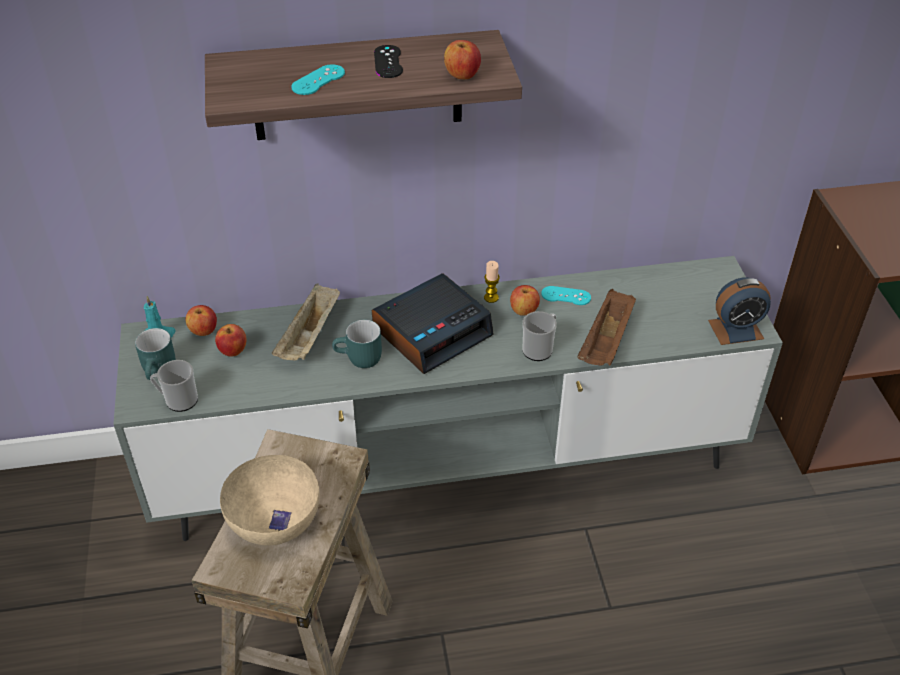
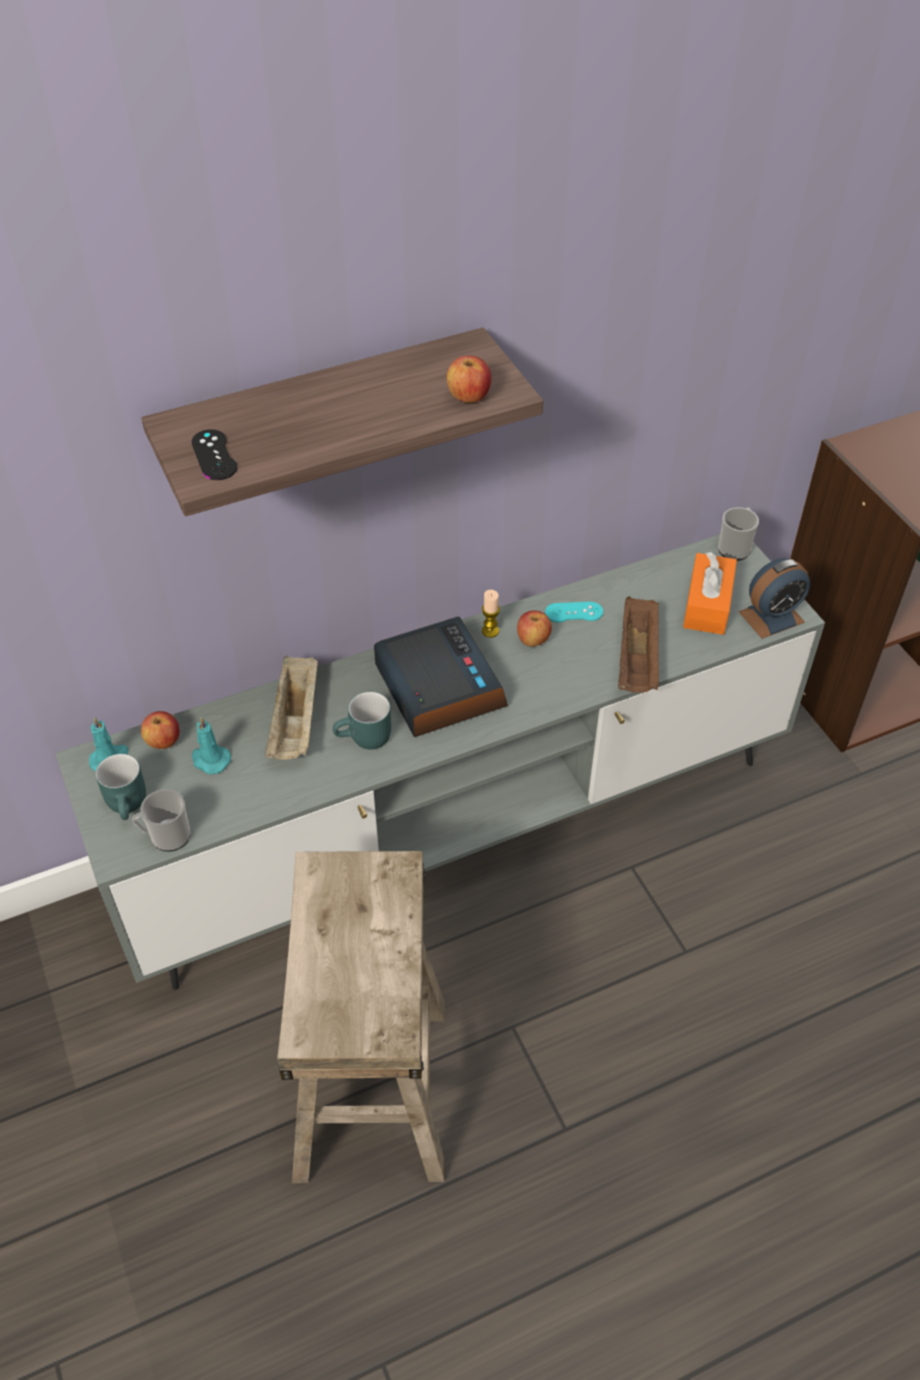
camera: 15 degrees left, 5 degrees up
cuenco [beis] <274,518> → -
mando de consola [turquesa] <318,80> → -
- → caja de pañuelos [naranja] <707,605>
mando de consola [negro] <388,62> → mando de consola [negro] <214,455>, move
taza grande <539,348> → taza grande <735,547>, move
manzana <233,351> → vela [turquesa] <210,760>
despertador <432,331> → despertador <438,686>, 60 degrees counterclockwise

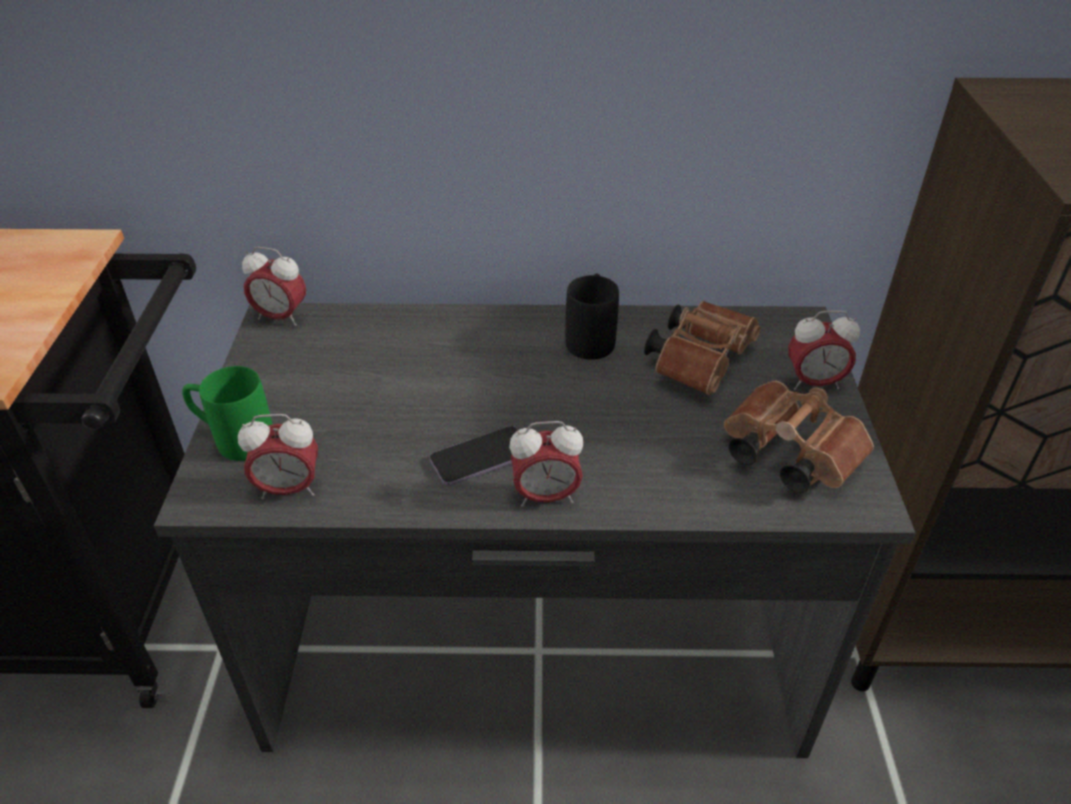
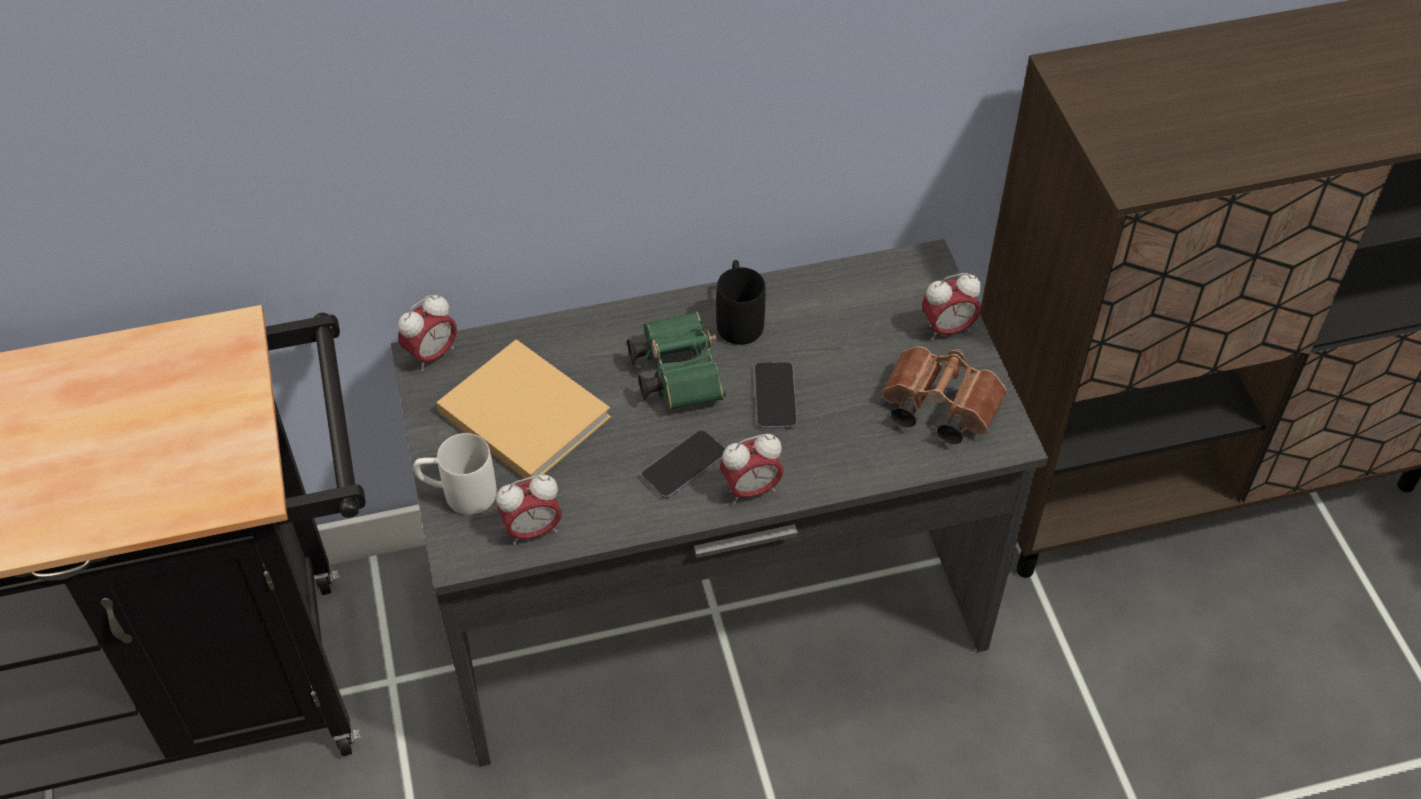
camera: 15 degrees left, 10 degrees up
prismáticos [marrón] <701,360> → -
- → libro [beis] <521,412>
- → prismáticos [verde] <676,372>
- → móvil <775,397>
taza grande [verde] <234,439> → taza grande [blanco] <458,494>
despertador <281,317> → despertador <432,355>, 45 degrees counterclockwise

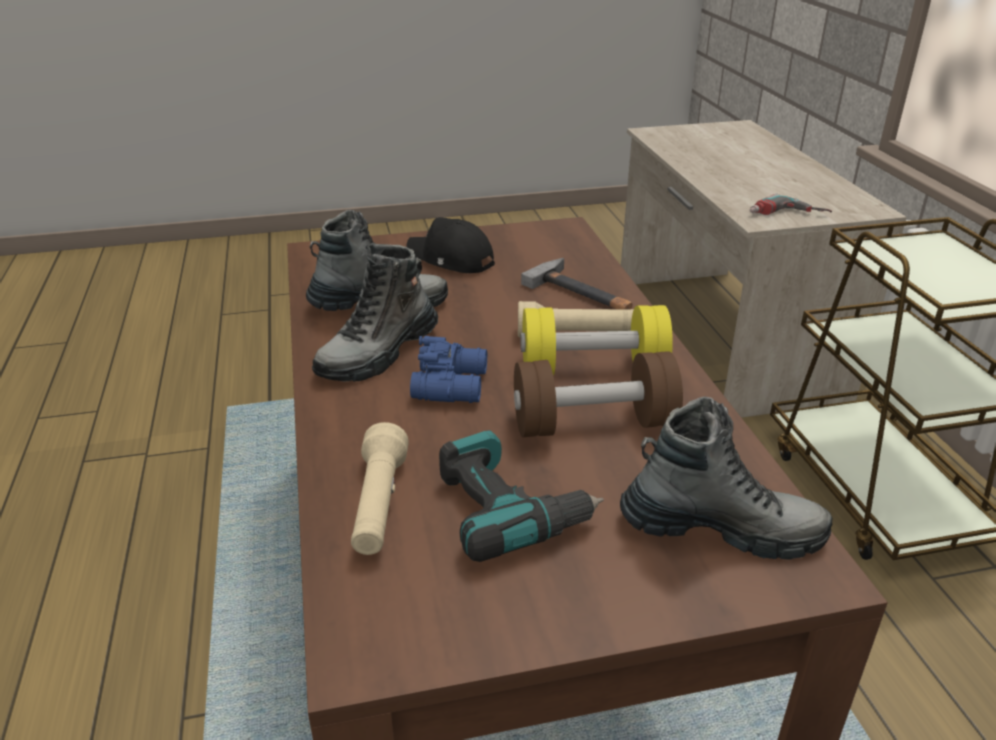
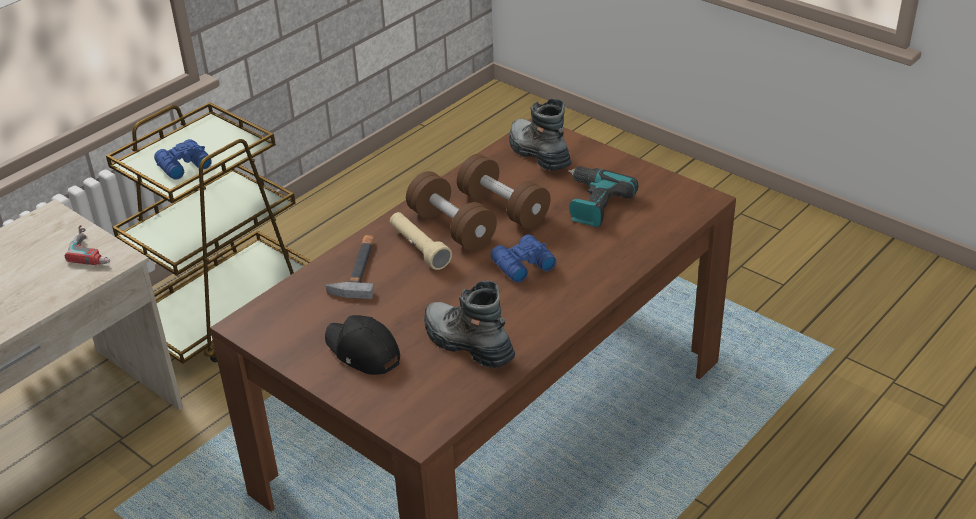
camera: 125 degrees left, 5 degrees up
bota <378,353> → -
linterna [beis] <379,505> → -
- → prismáticos [azul] <182,166>
mancuerna [amarillo] <592,369> → mancuerna [marrón] <451,228>
gorra [negro] <450,259> → gorra [negro] <362,352>, 135 degrees clockwise

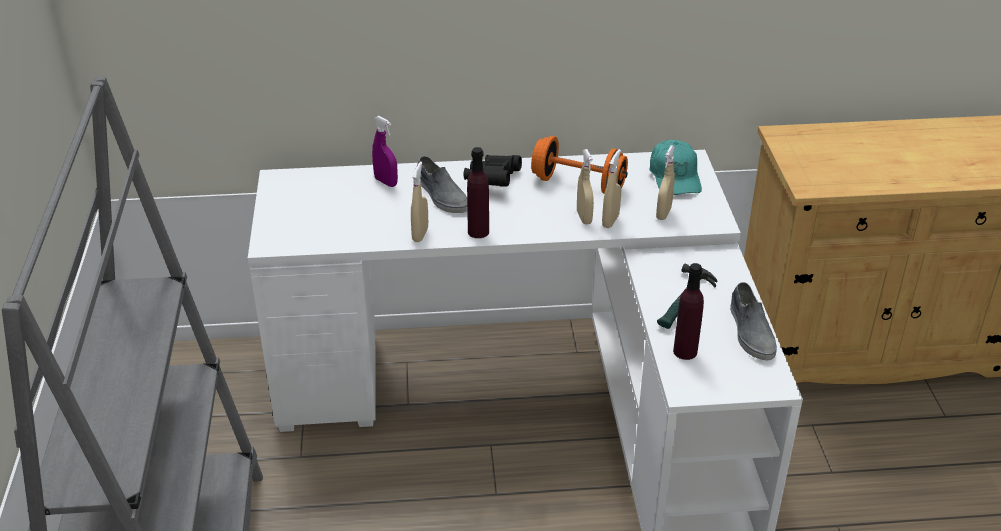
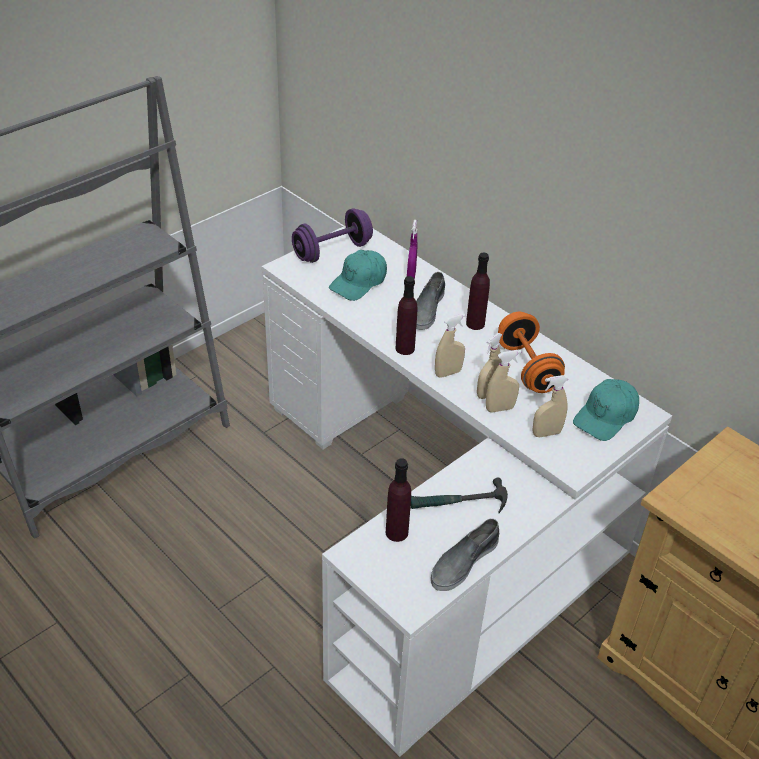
camera: 50 degrees right, 5 degrees up
- → mancuerna [morado] <332,251>
- → gorra [turquesa] <359,282>
pulverizador [beis] <420,234> → pulverizador [beis] <448,373>, move
prismáticos [negro] <492,181> → botella [morado] <475,324>

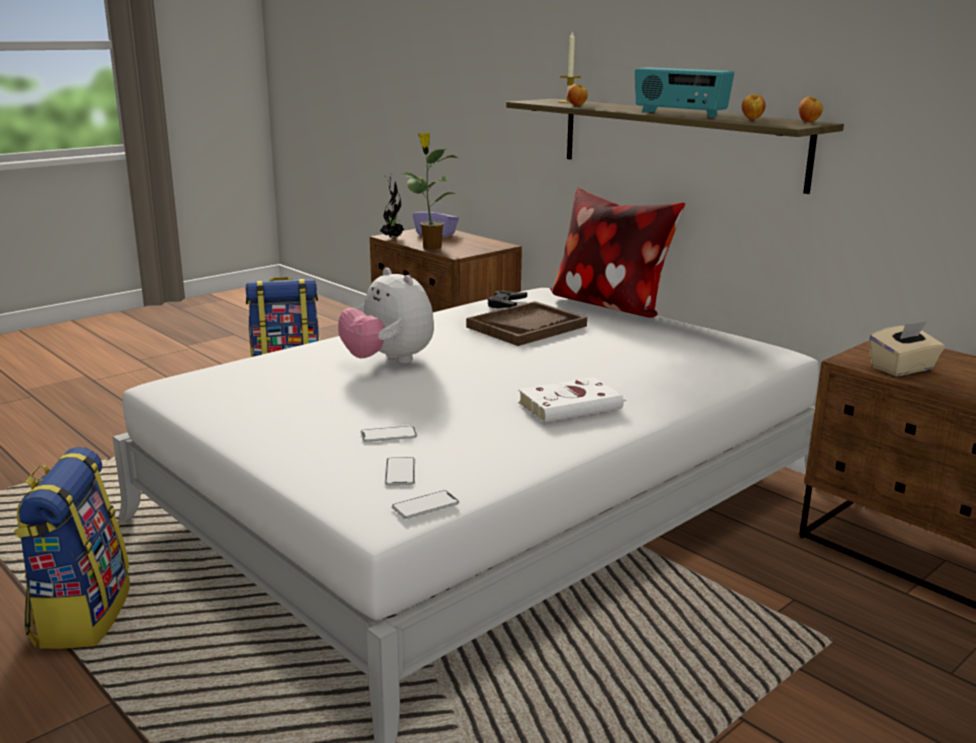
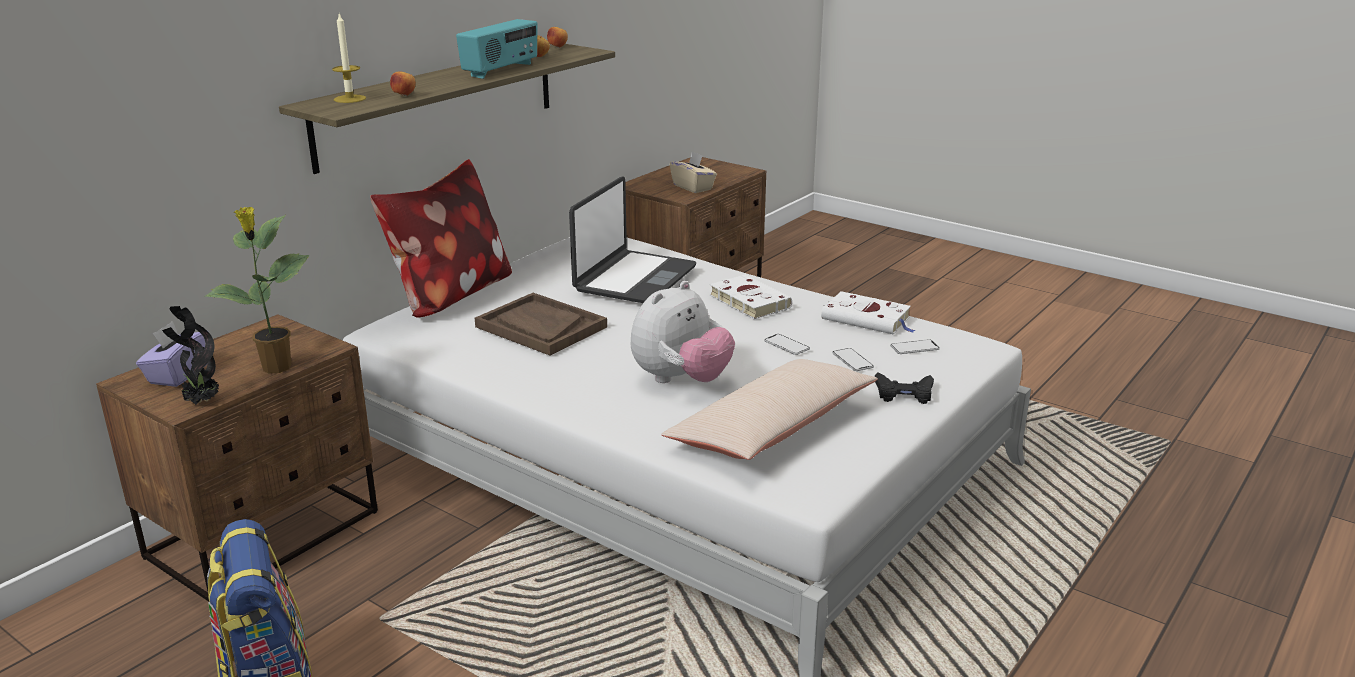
camera: 100 degrees left, 5 degrees up
mochila <81,615> → -
- → portátil <634,279>
- → cojín [beis] <772,428>
- → libro [blanco] <868,319>
móvil <425,506> → móvil <786,345>, move
mando de consola [negro] <506,304> → mando de consola [negro] <904,393>, move

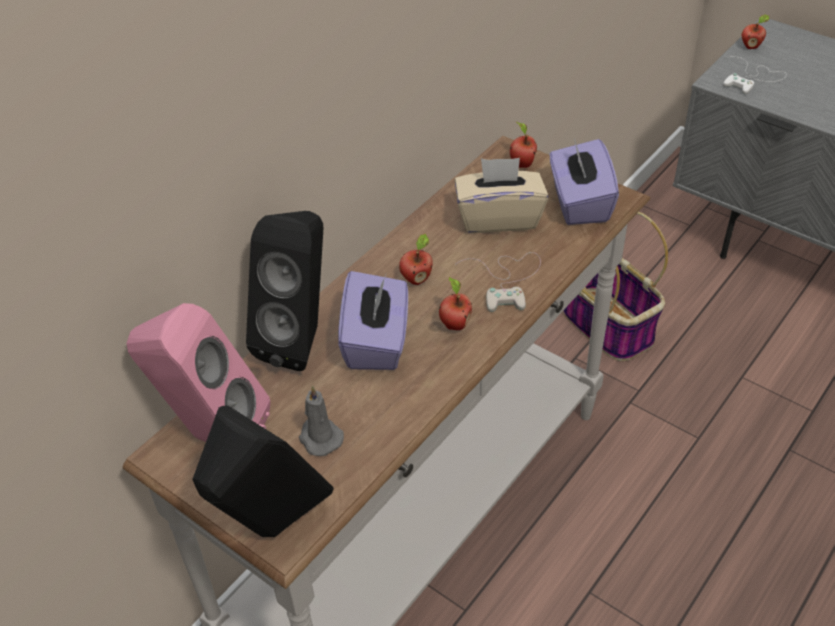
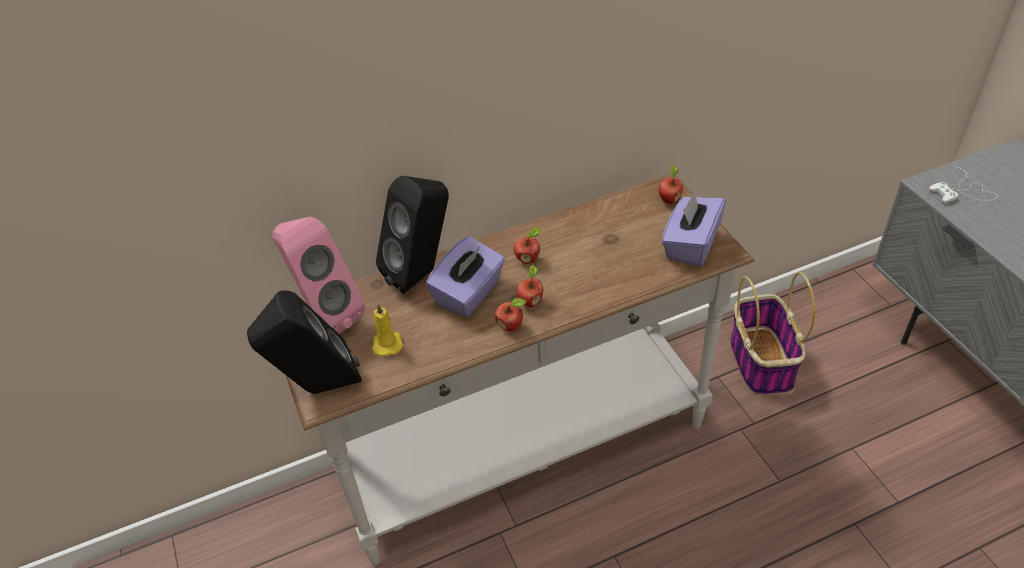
camera: 30 degrees right, 0 degrees up
caja de pañuelos [beis] <499,218> → -
mando de consola [blanco] <507,280> → -
manzana <751,46> → manzana <511,326>, move
vela [gris] <319,437> → vela [amarillo] <387,343>

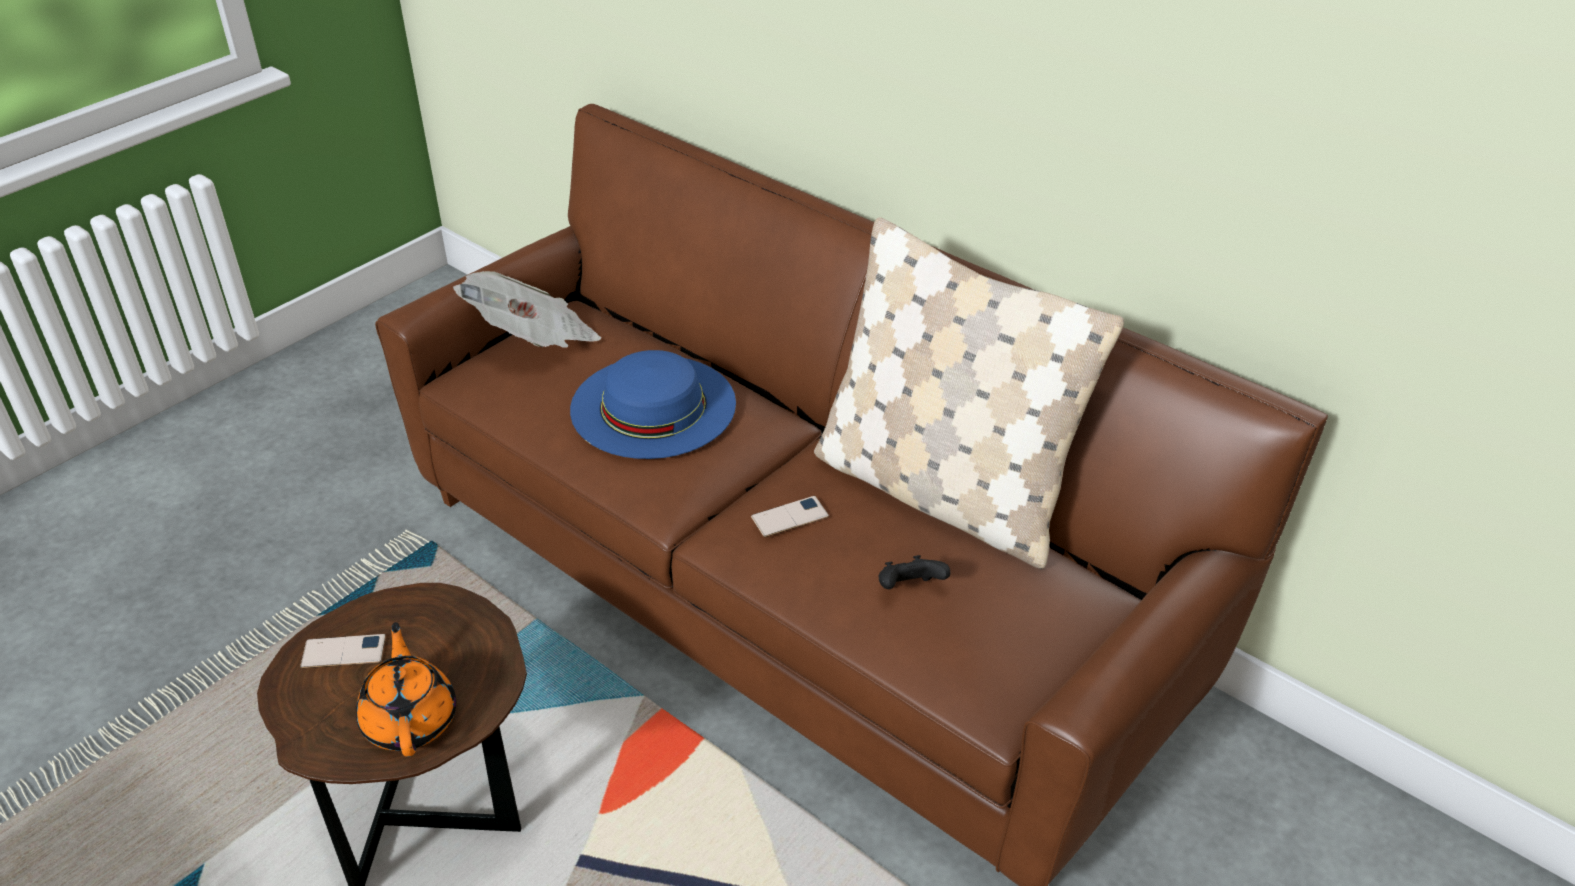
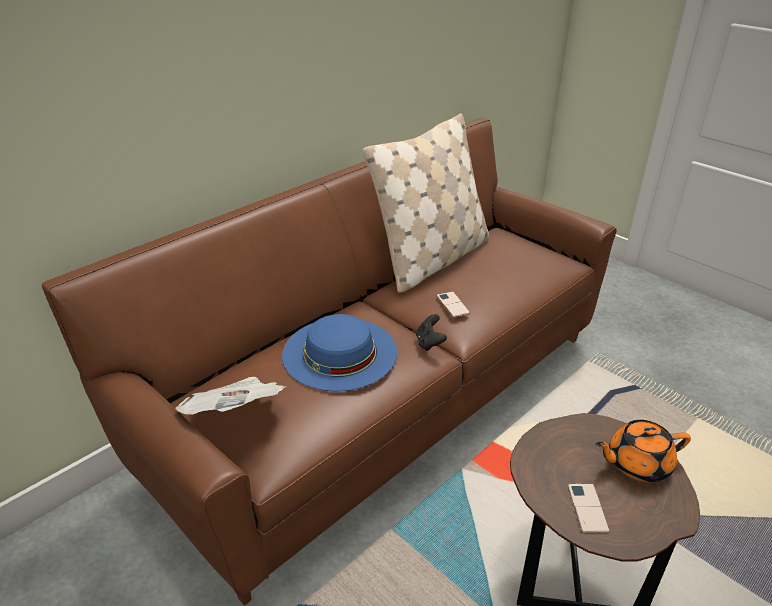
camera: 85 degrees left, 5 degrees down
mando de consola [negro] <909,589> → mando de consola [negro] <429,343>, move

